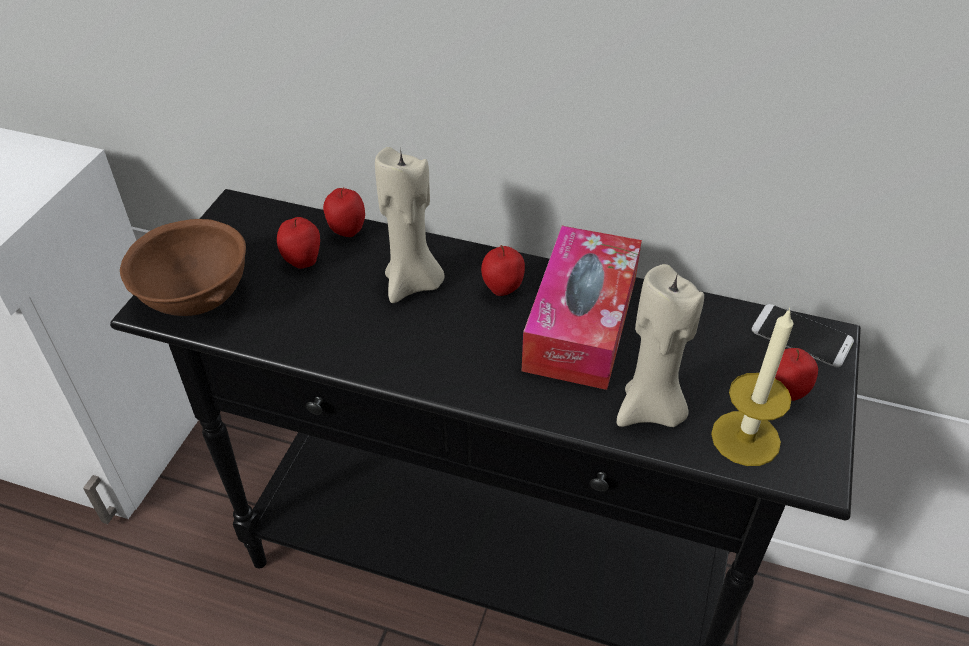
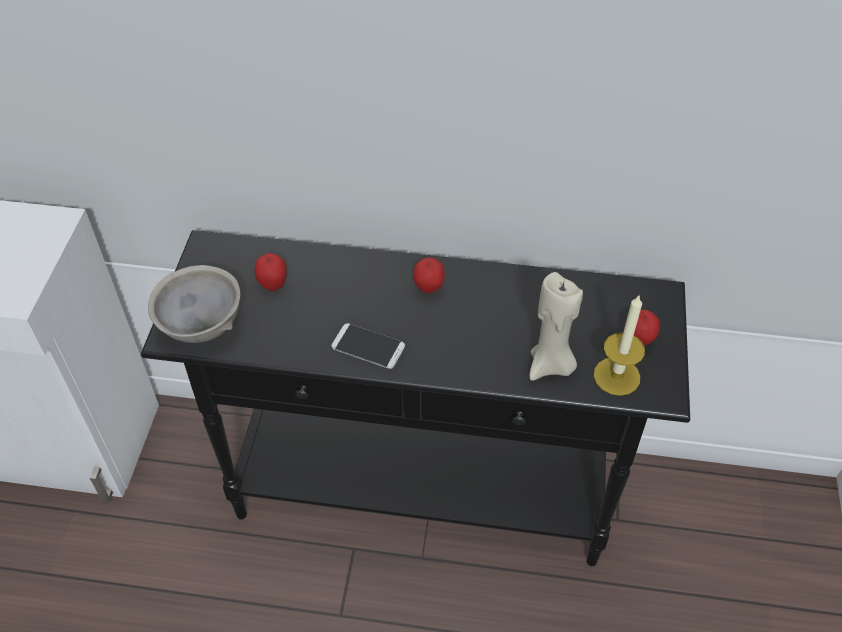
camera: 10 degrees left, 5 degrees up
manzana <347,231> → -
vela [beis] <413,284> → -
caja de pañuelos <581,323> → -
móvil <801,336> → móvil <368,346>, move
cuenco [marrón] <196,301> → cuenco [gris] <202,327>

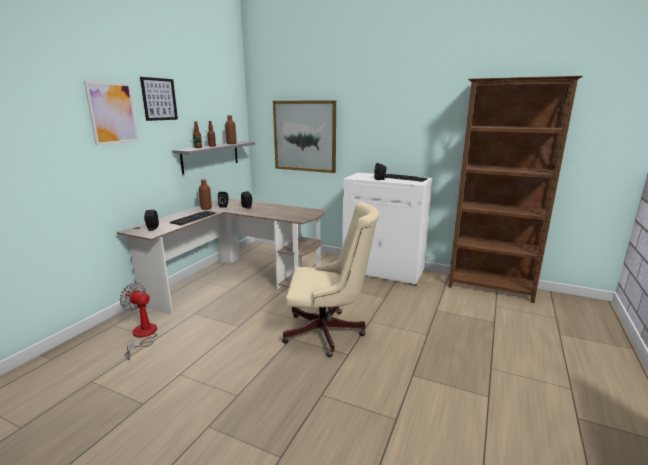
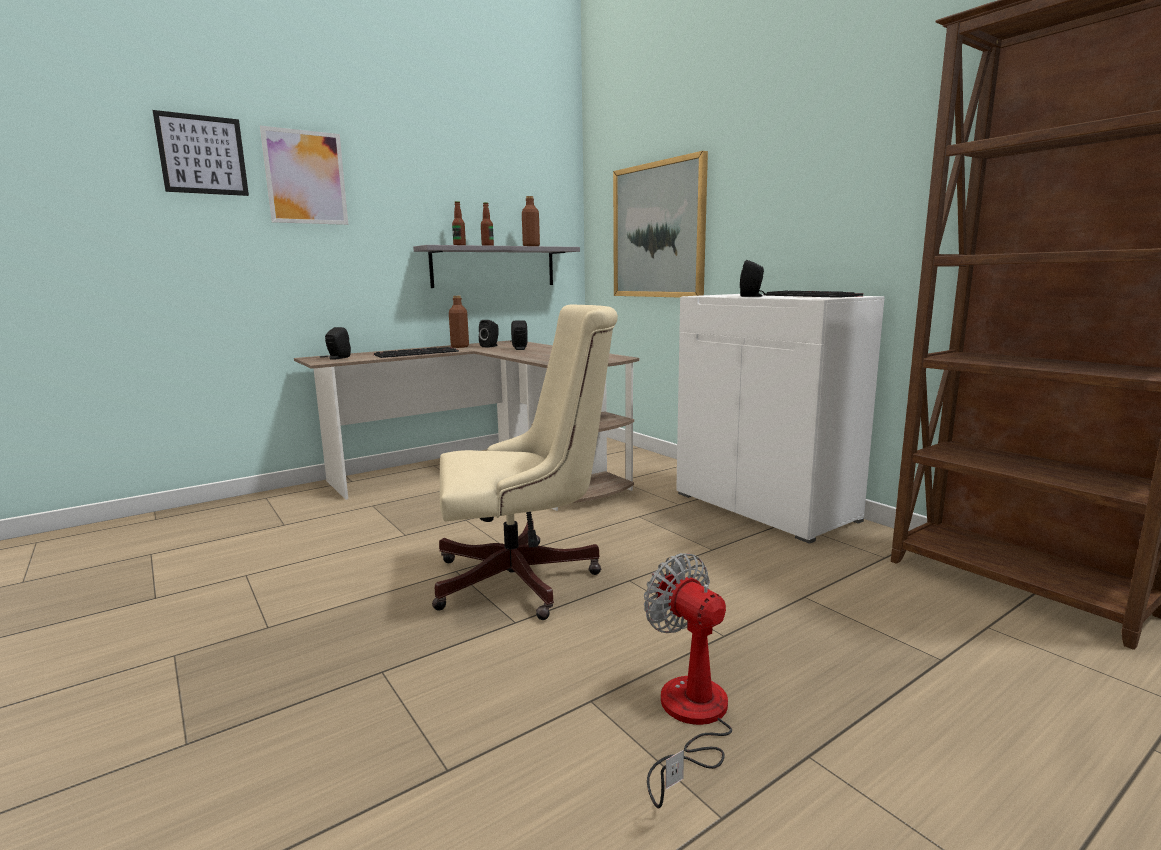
camera: 30 degrees right, 5 degrees down
ventilador <142,336> → ventilador <689,719>, move
cuadro <159,99> → cuadro <202,155>, move
silla de oficina [beis] <328,333> → silla de oficina [beis] <526,579>, 45 degrees counterclockwise

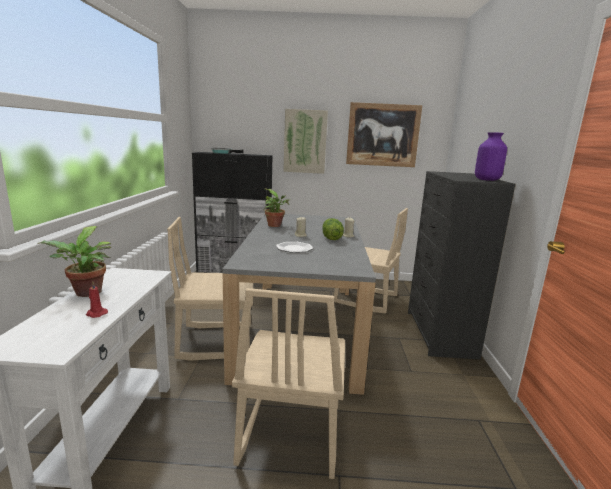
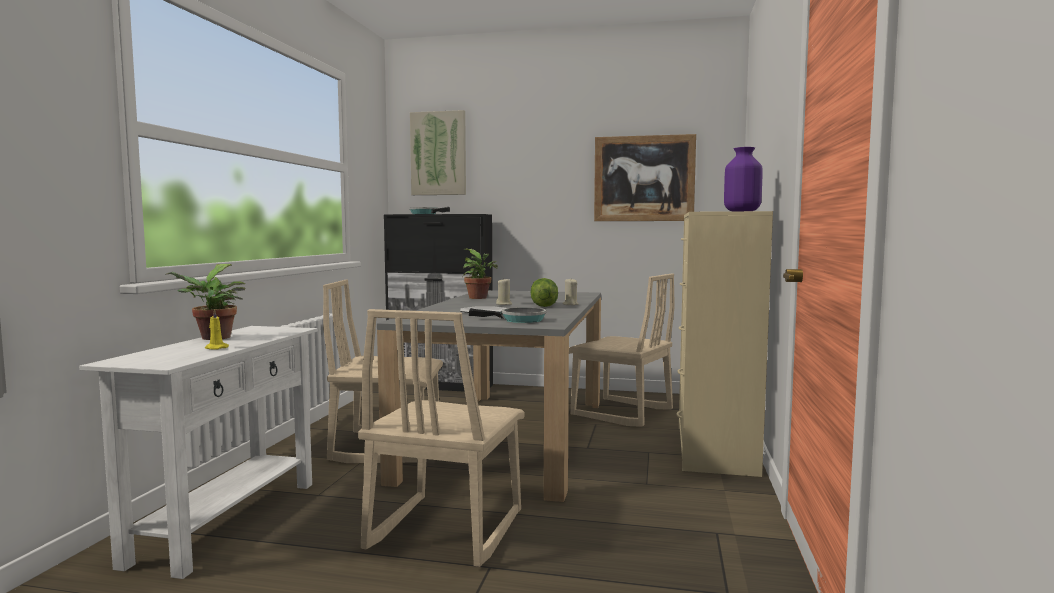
camera: 10 degrees right, 10 degrees down
- → sartén <519,320>
cuadro <305,141> → cuadro <438,153>, move
vela [rojo] <96,314> → vela [amarillo] <215,348>
cómoda [negro] <440,334> → cómoda [beis] <715,450>

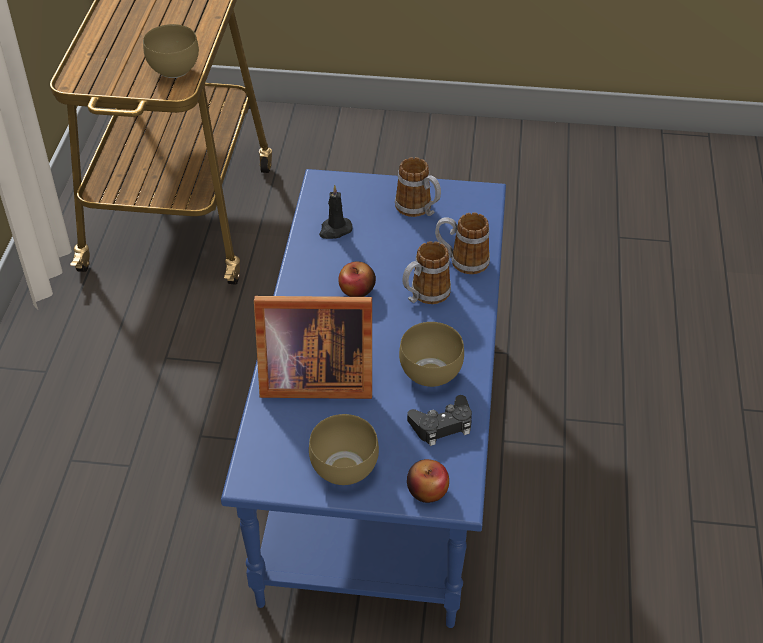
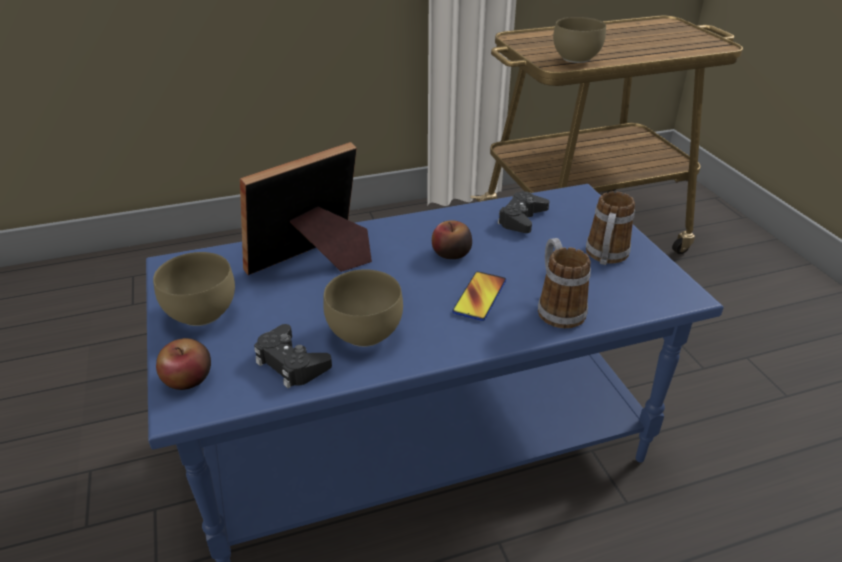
camera: 65 degrees right, 10 degrees down
vela [negro] <335,230> → mando de consola [negro] <522,219>
taza grande <424,295> → móvil <479,297>
portarretratos <312,378> → portarretratos <314,261>, 75 degrees clockwise

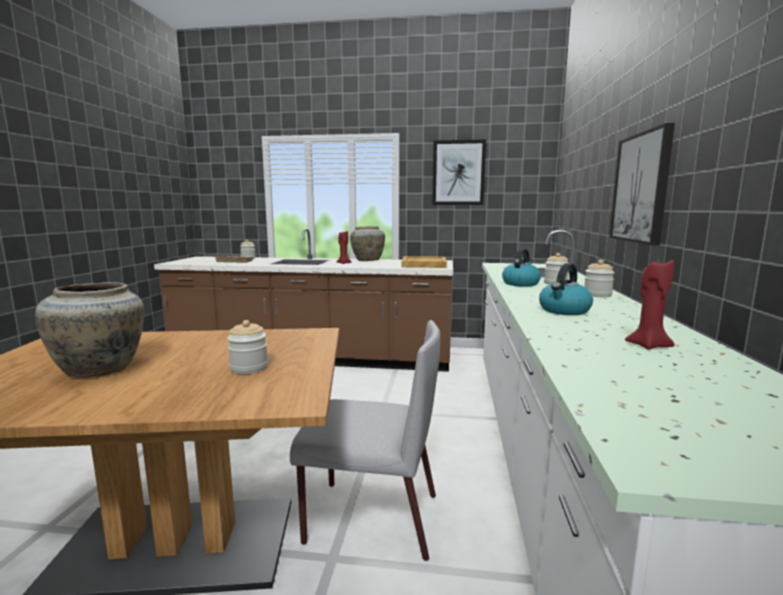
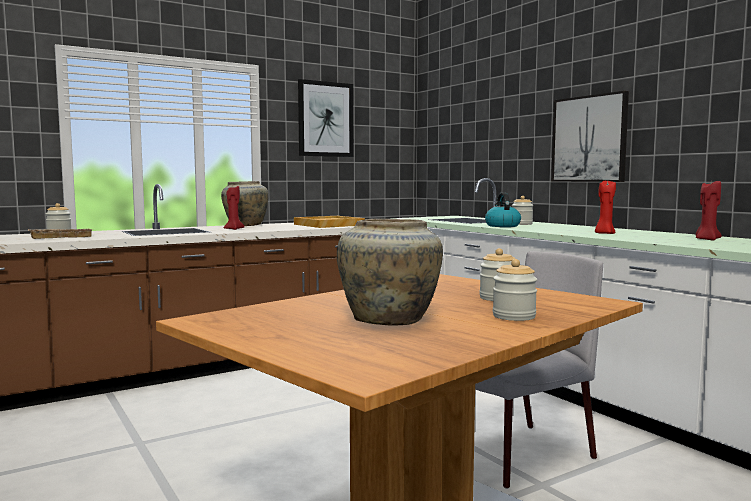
camera: 40 degrees left, 5 degrees down
tarro <597,295> → tarro <514,316>, move
hervidor <564,311> → vela [rojo] <604,233>

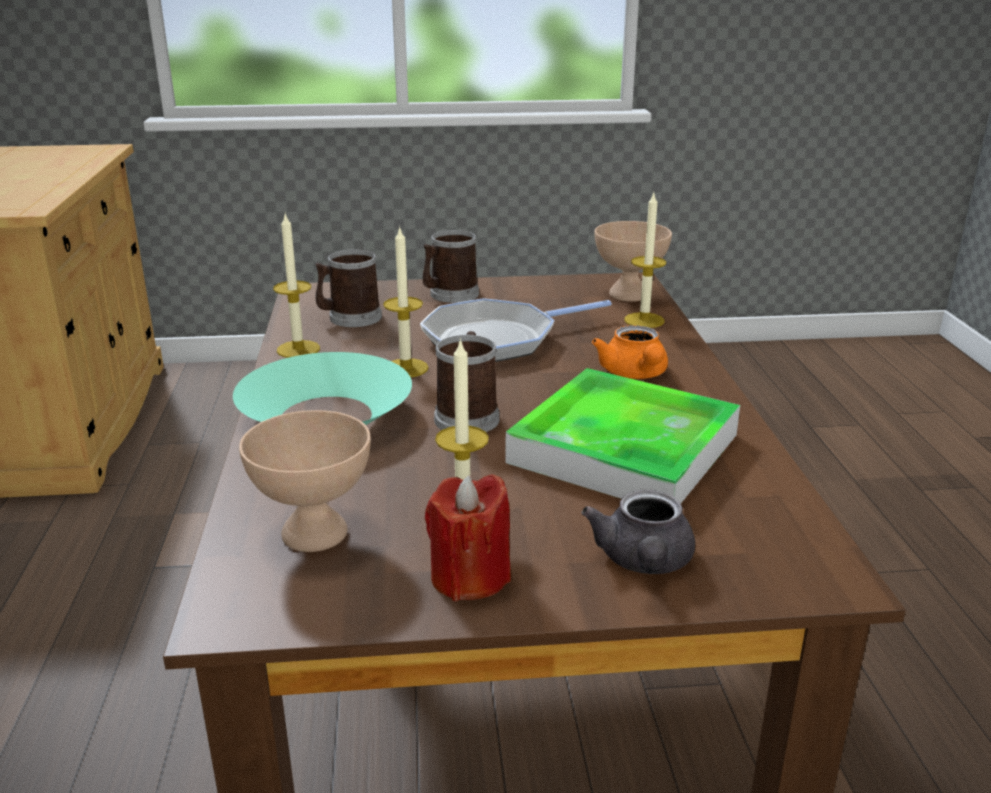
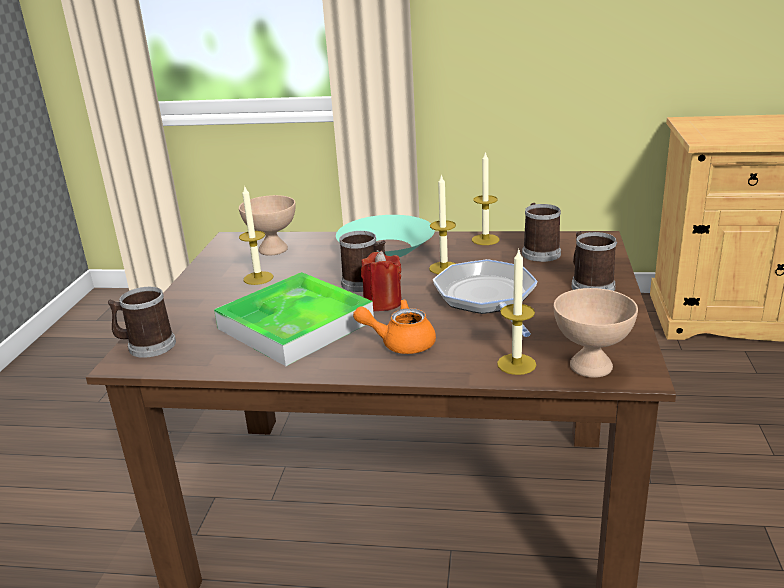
camera: 105 degrees right, 0 degrees up
tetera [gris] <643,562> → -
- → taza grande <146,346>
vela [rojo] <469,577> → vela [rojo] <382,303>, move

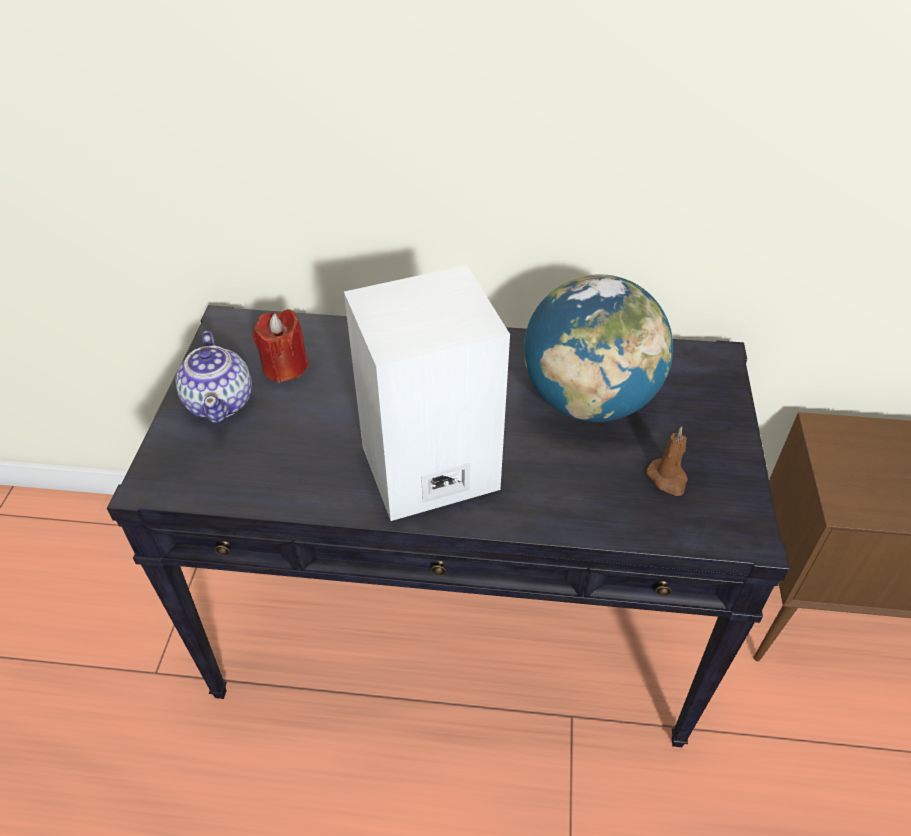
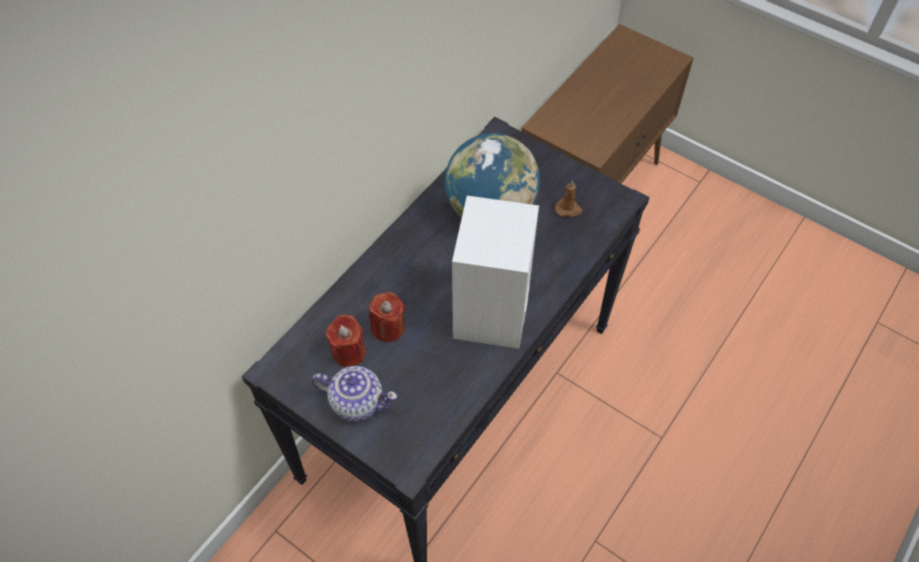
camera: 60 degrees left, 10 degrees up
- → vela [rojo] <388,328>

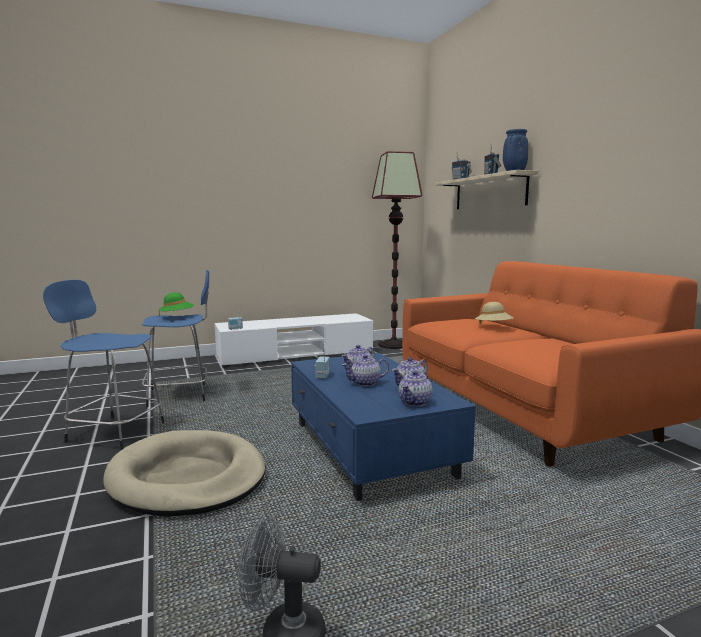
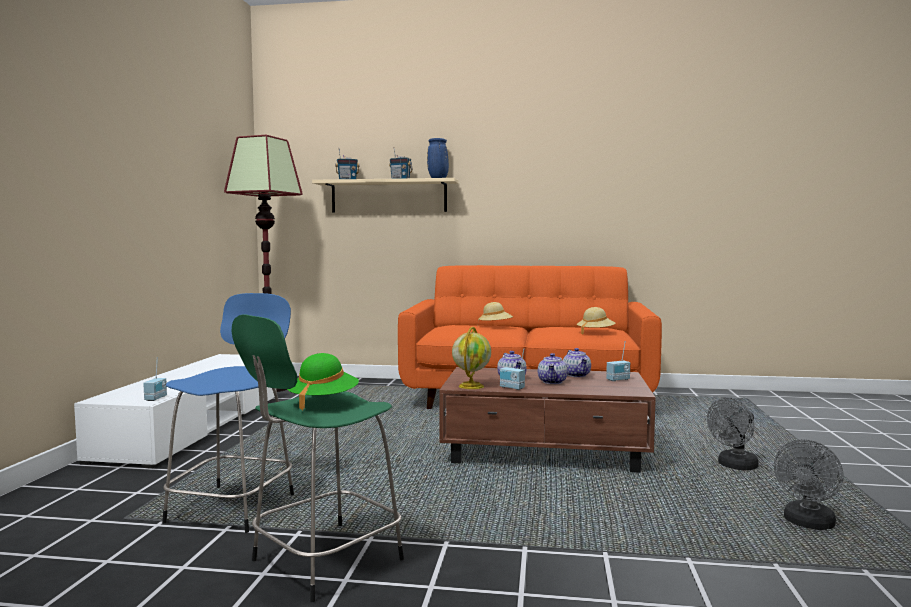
camera: 60 degrees left, 5 degrees down
cama para perro [beis] <187,478> → -
- → globo terráqueo <471,386>
- → sombrero [beis] <595,333>
- → ventilador [gris] <734,466>
sombrero [verde] <177,316> → sombrero [verde] <323,401>, move
tetera <415,402> → radio <618,380>
taburete [azul] <113,432> → taburete [verde] <322,562>
mesa de centro [azul] <370,449> → mesa de centro [marrón] <546,451>

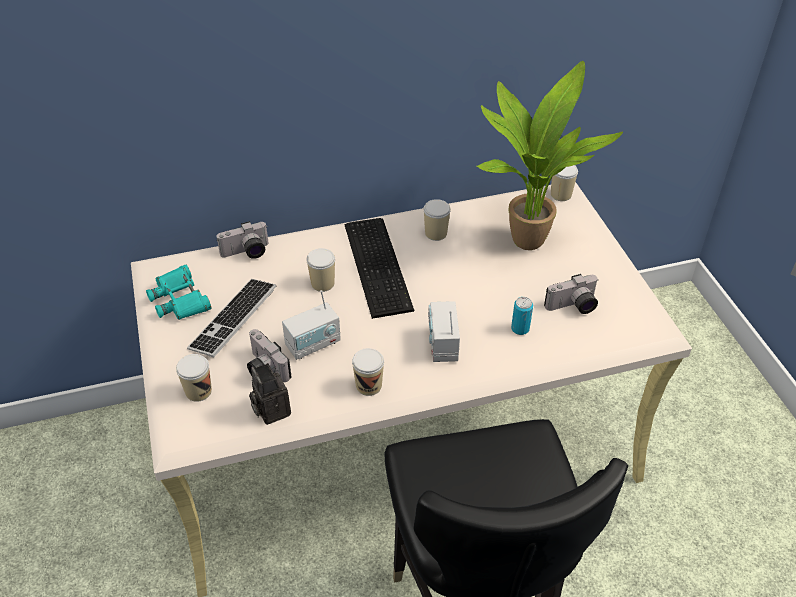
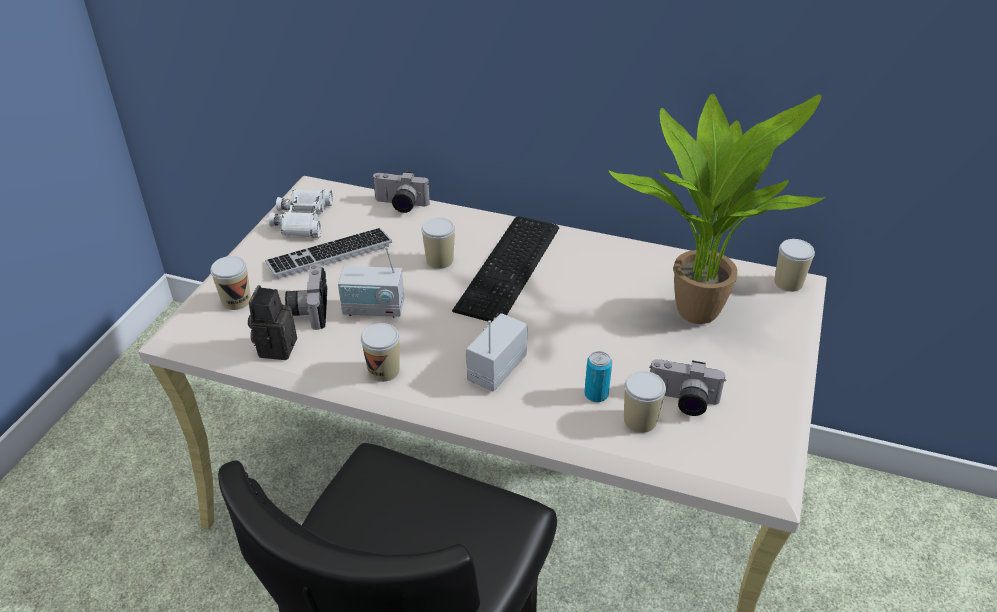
camera: 35 degrees right, 5 degrees down
taza <436,233> → taza <640,420>, move
prismáticos [turquesa] <180,299> → prismáticos [blanco] <304,219>

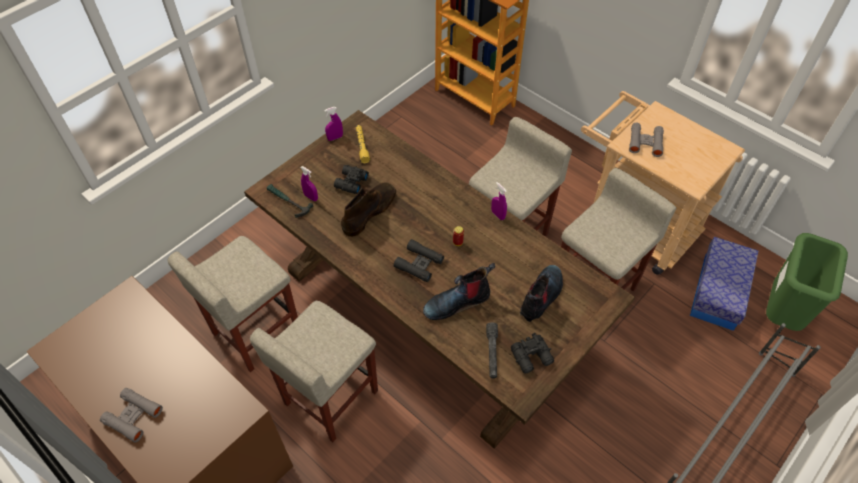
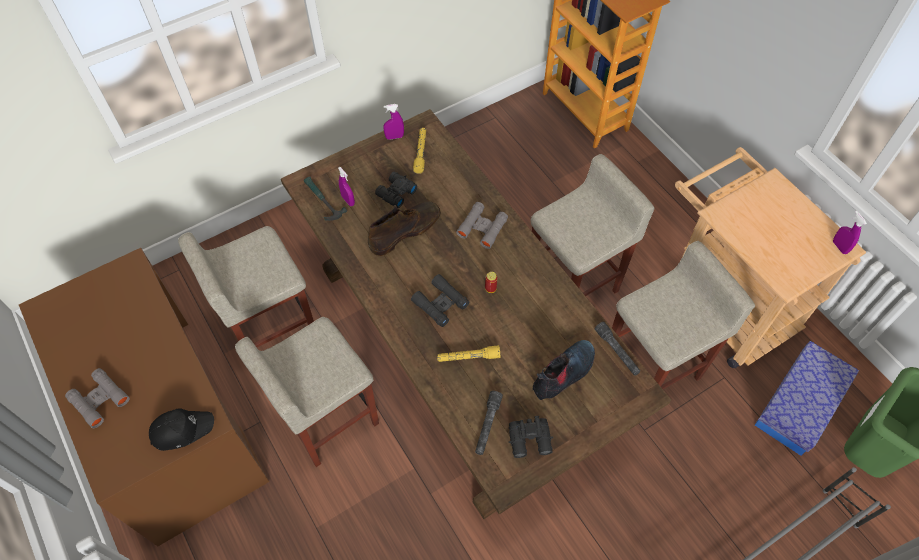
camera: 15 degrees right, 5 degrees up
- → gorra [negro] <181,429>
- → linterna [gris] <617,352>
pulverizador [morado] <498,215> → pulverizador [morado] <839,247>, move
prismáticos [gris] <645,142> → prismáticos [gris] <482,228>, move
bota <457,302> → linterna [amarillo] <468,357>

